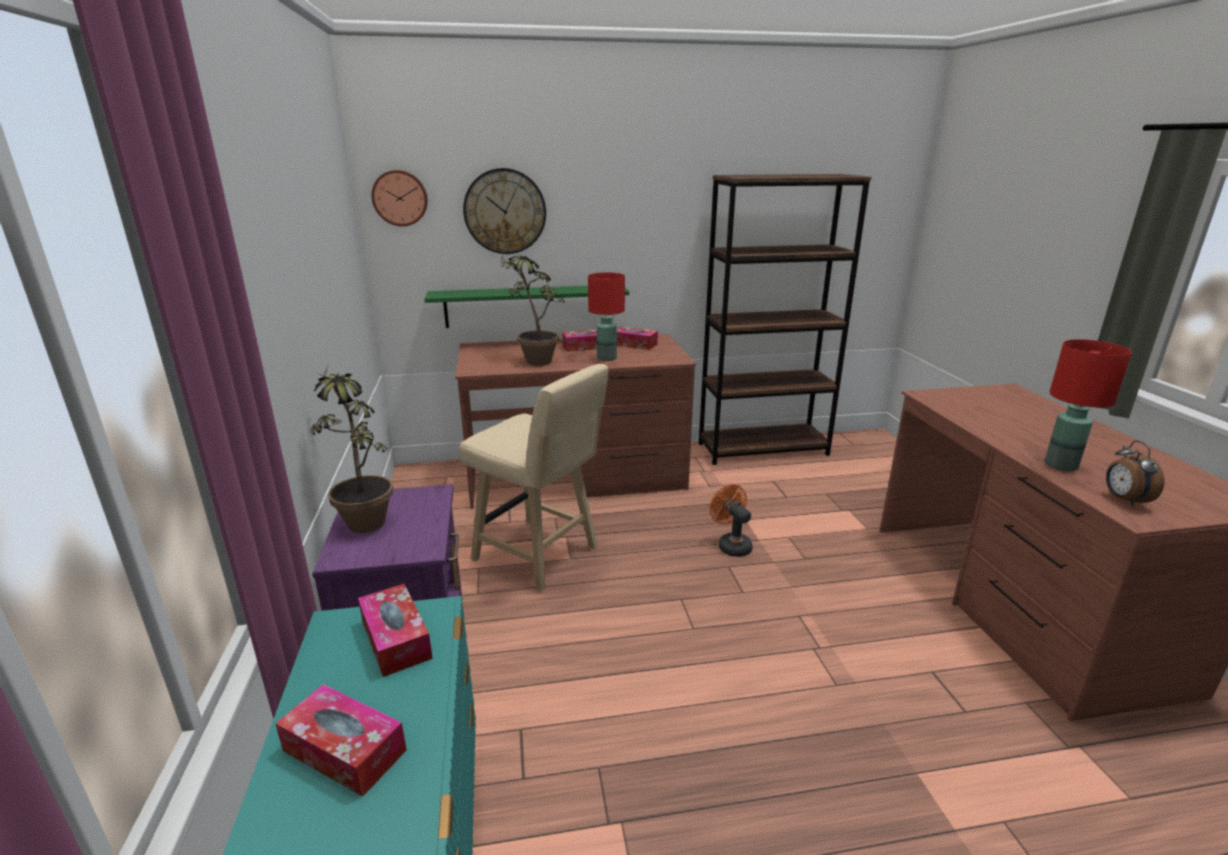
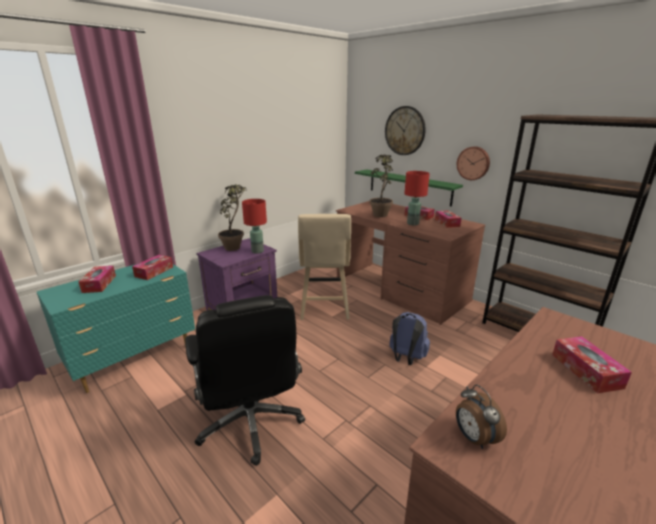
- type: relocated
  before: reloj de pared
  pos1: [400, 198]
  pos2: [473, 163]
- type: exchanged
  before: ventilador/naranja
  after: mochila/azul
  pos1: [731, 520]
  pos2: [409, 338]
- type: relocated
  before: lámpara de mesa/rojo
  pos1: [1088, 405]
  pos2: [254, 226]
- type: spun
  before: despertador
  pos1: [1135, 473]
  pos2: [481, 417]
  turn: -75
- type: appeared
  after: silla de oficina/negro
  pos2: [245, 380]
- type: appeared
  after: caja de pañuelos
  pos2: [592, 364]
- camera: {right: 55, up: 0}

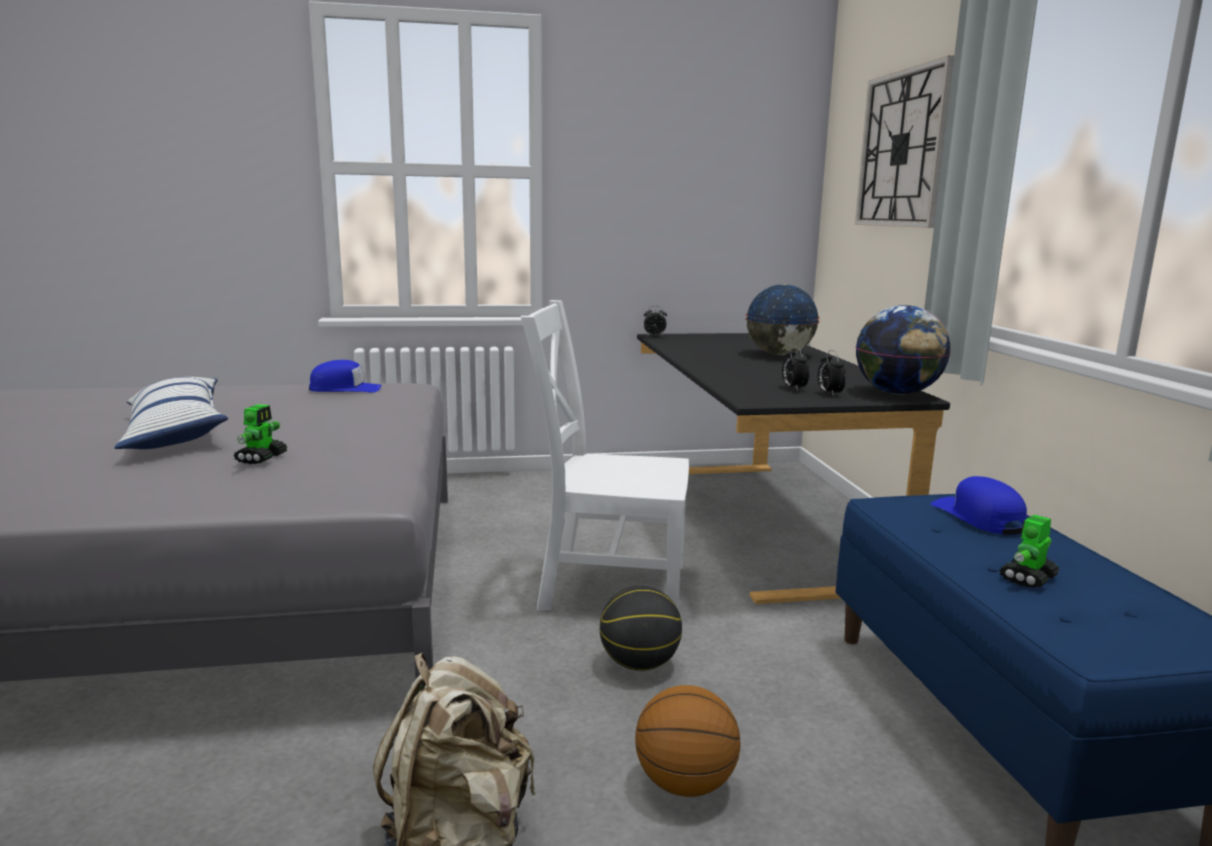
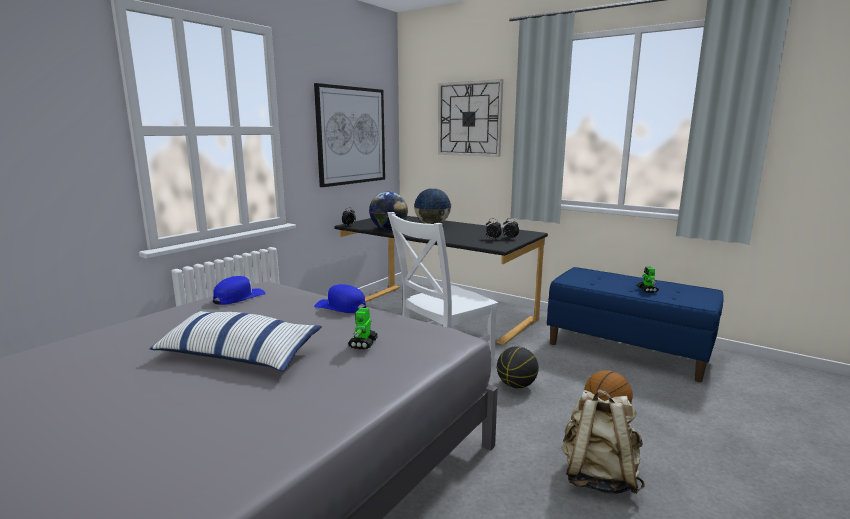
- type: spun
  before: robot de juguete
  pos1: [260, 434]
  pos2: [363, 329]
  turn: -135
- type: relocated
  before: globo terráqueo
  pos1: [903, 349]
  pos2: [388, 210]
- type: relocated
  before: gorra/azul
  pos1: [979, 505]
  pos2: [340, 298]
- type: appeared
  after: cuadro
  pos2: [349, 135]
- camera: {right: -45, up: 0}

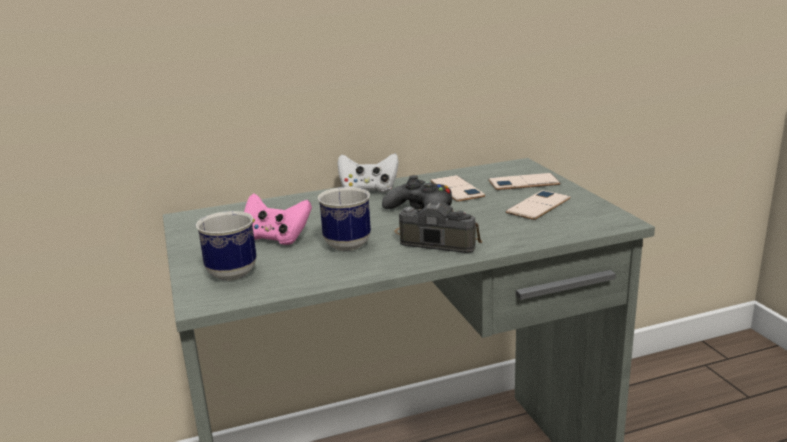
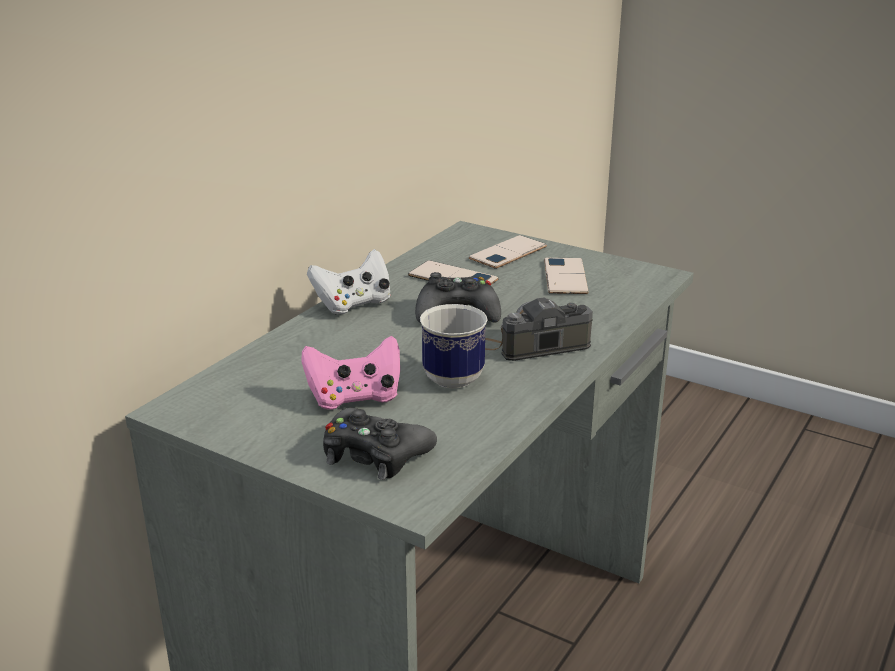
- type: exchanged
  before: taza grande
  after: mando de consola/negro
  pos1: [226, 246]
  pos2: [380, 444]
- camera: {right: -40, up: 5}

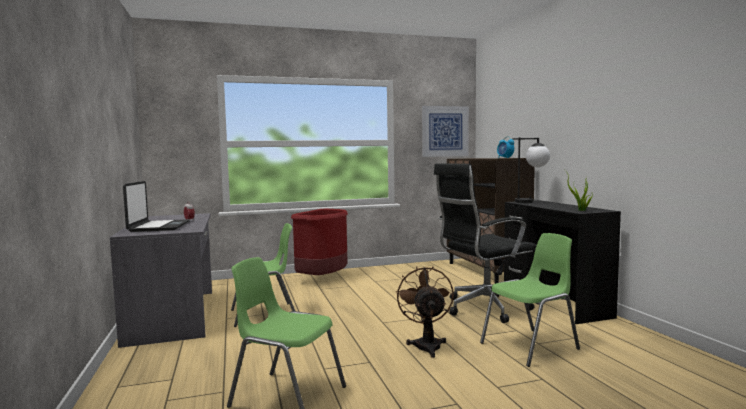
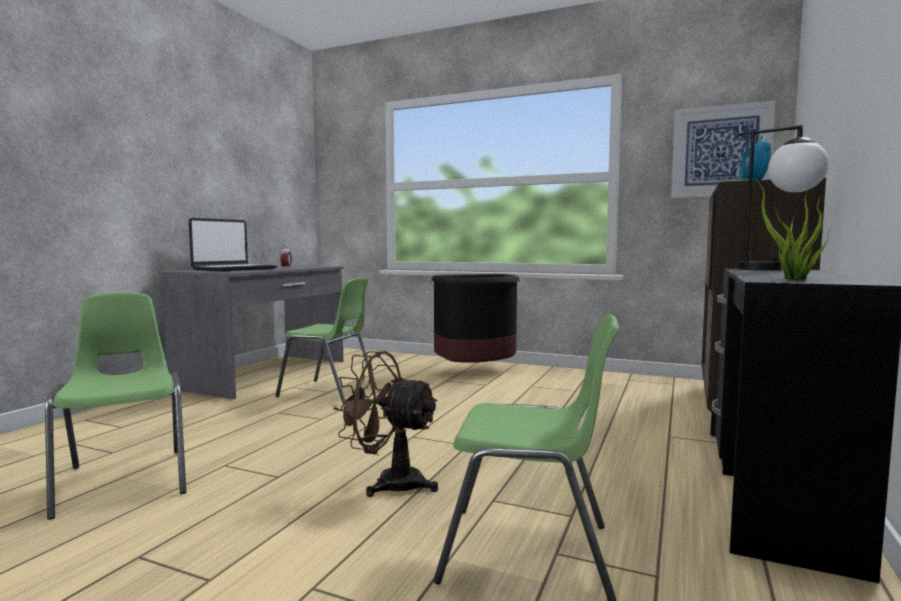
- type: colour
  before: papelera/rojo
  after: papelera/negro
  pos1: [319, 241]
  pos2: [475, 318]
- type: spun
  before: ventilador/marrón
  pos1: [425, 312]
  pos2: [385, 424]
  turn: -105
- type: missing
  before: silla de oficina/negro
  pos1: [485, 243]
- camera: {right: 40, up: 0}

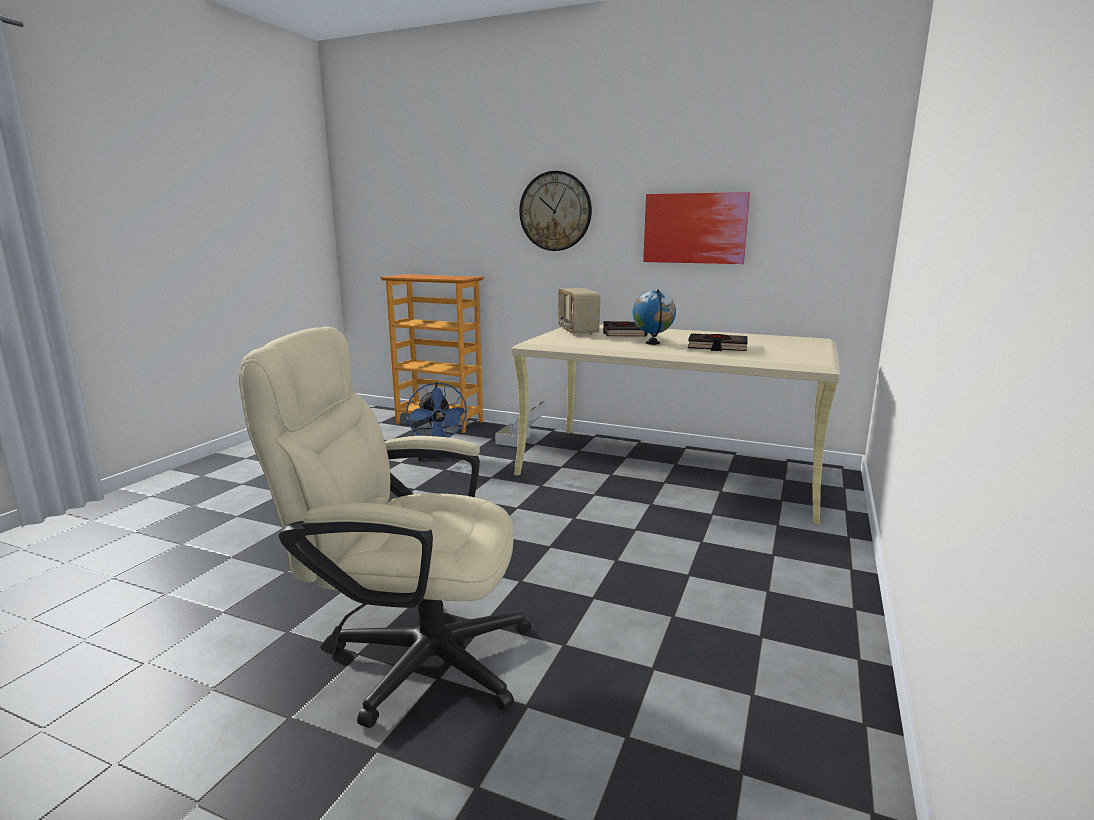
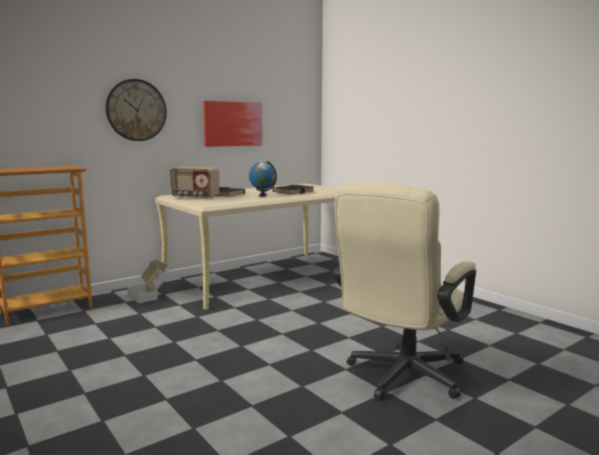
- type: missing
  before: ventilador/azul
  pos1: [437, 422]
- camera: {right: -60, up: -5}

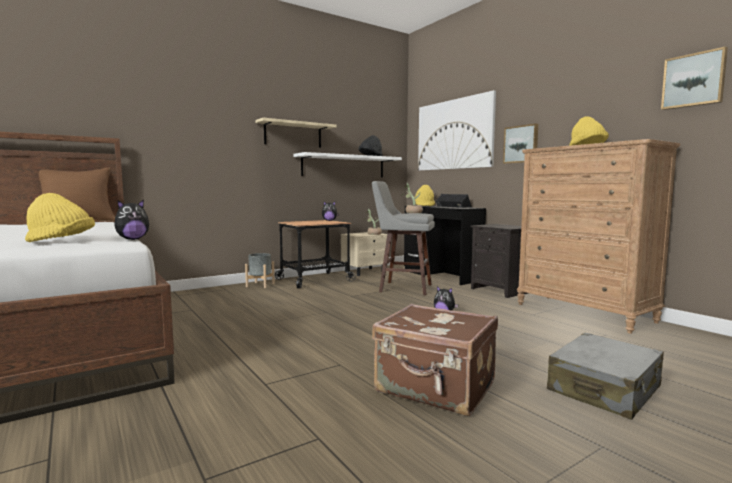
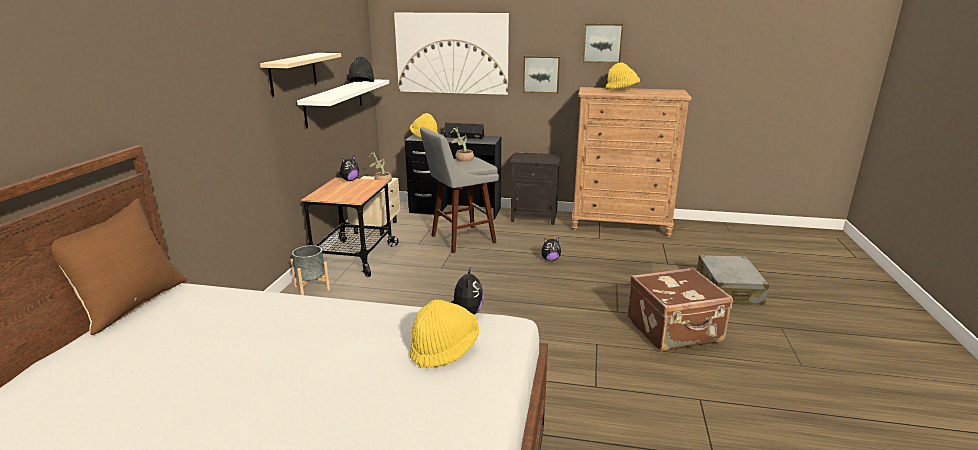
- type: relocated
  before: cuadro
  pos1: [694, 78]
  pos2: [603, 43]
- camera: {right: -45, up: 15}

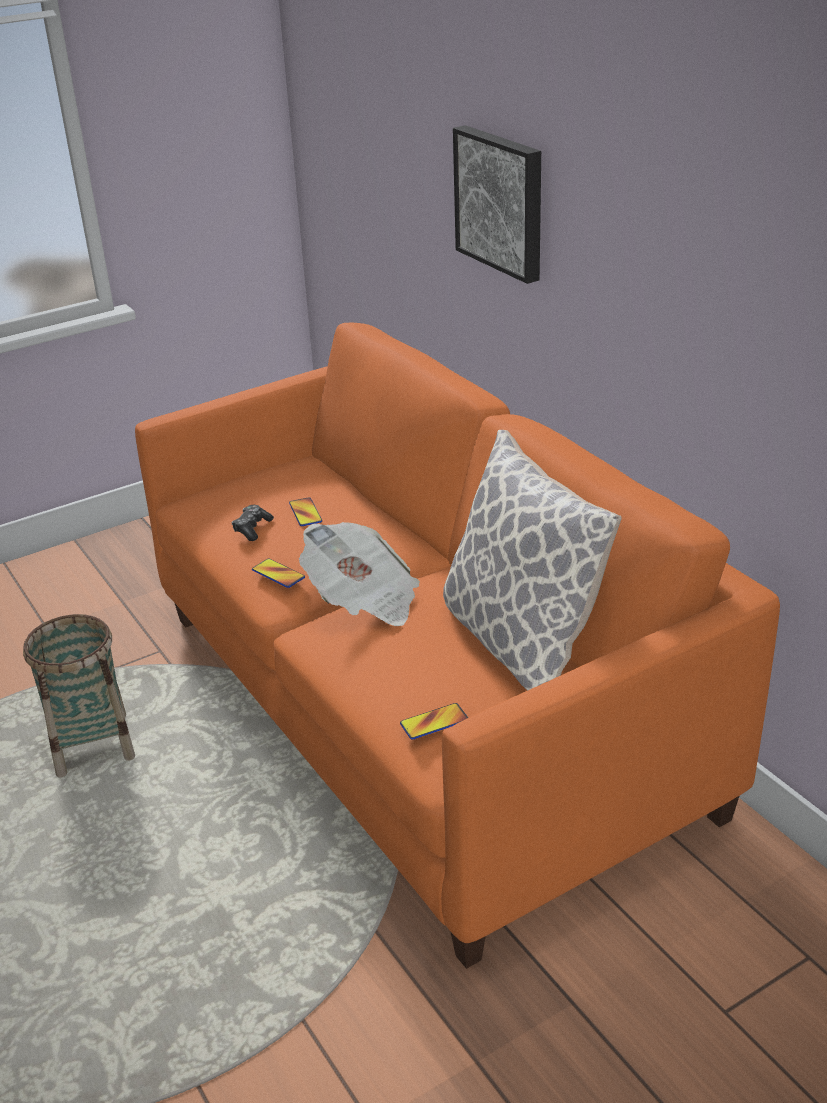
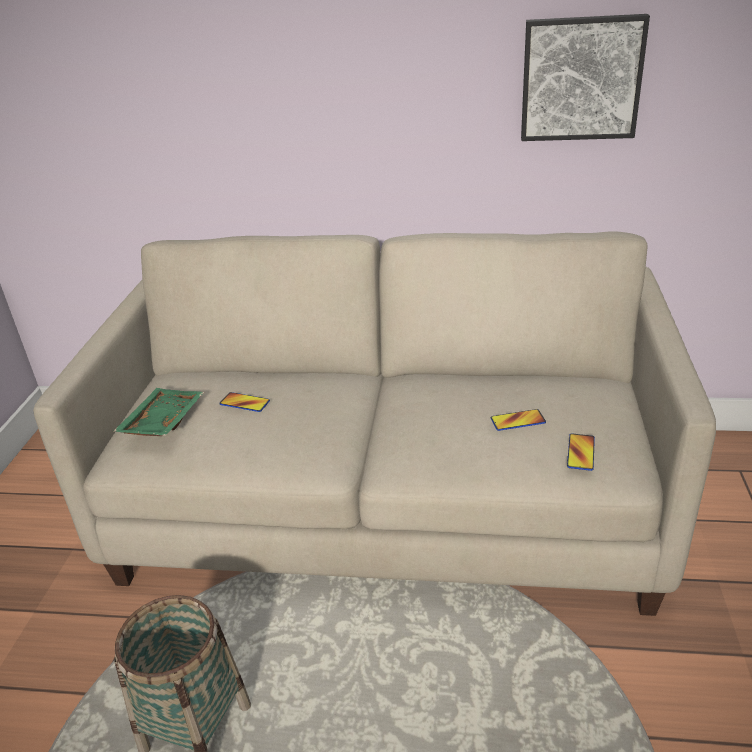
- type: colour
  before: sofá/naranja
  after: sofá/beis
  pos1: [457, 646]
  pos2: [374, 423]
- type: missing
  before: mando de consola
  pos1: [253, 523]
- type: relocated
  before: móvil
  pos1: [278, 573]
  pos2: [518, 420]
- type: missing
  before: periódico
  pos1: [359, 574]
- type: missing
  before: cojín
  pos1: [532, 560]
- type: relocated
  before: cuadro
  pos1: [497, 204]
  pos2: [585, 77]
- type: appeared
  after: bandeja/verde
  pos2: [158, 412]
- camera: {right: -50, up: 0}

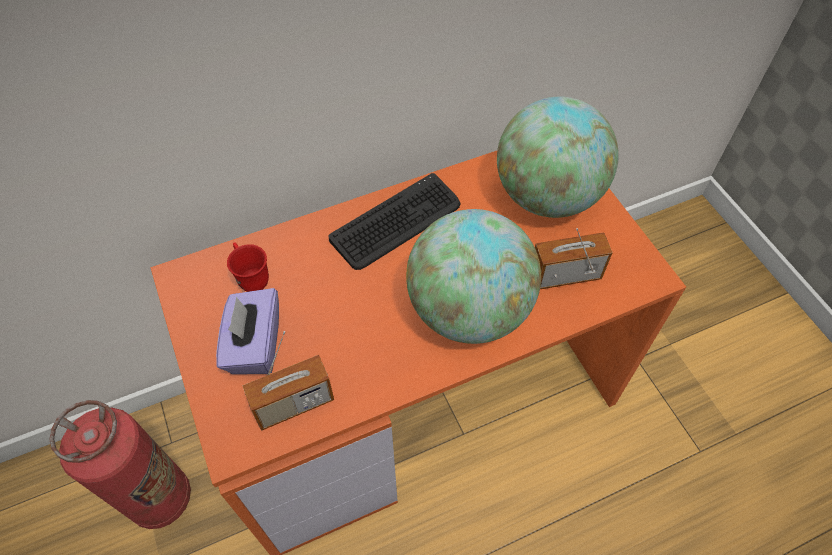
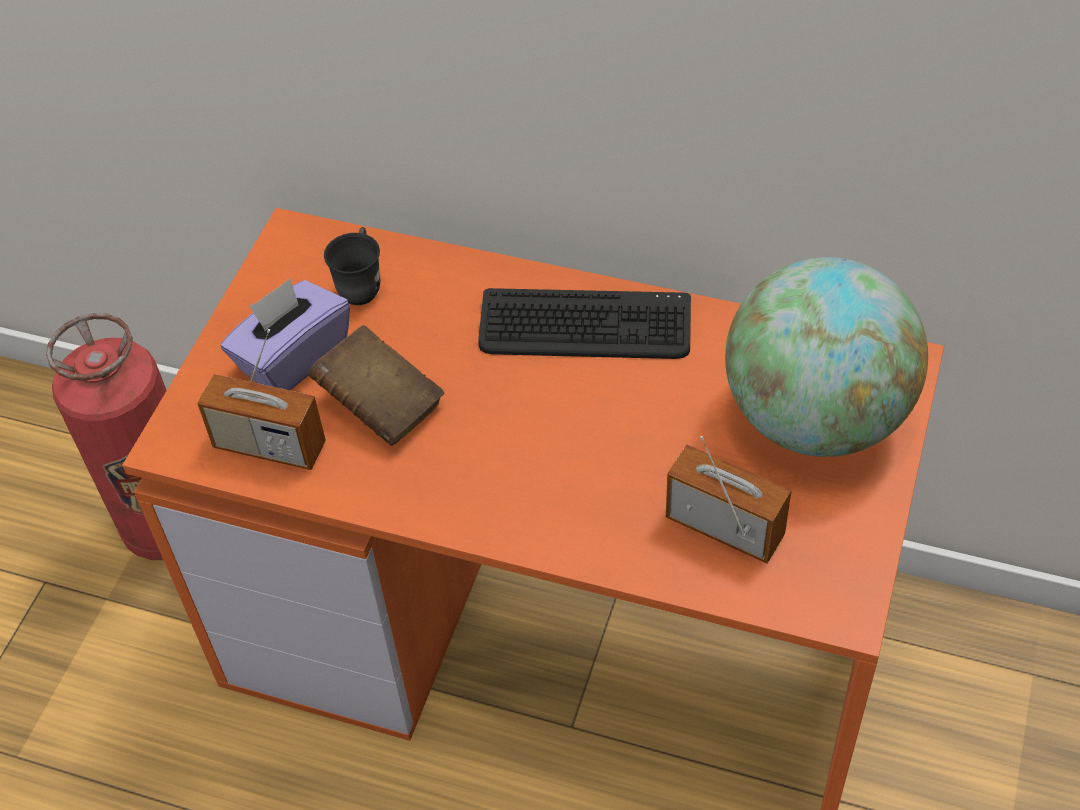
- type: colour
  before: taza grande/rojo
  after: taza grande/gris
  pos1: [248, 267]
  pos2: [352, 266]
- type: missing
  before: globo terráqueo
  pos1: [473, 276]
- type: appeared
  after: libro/marrón
  pos2: [376, 385]
- camera: {right: 45, up: -5}

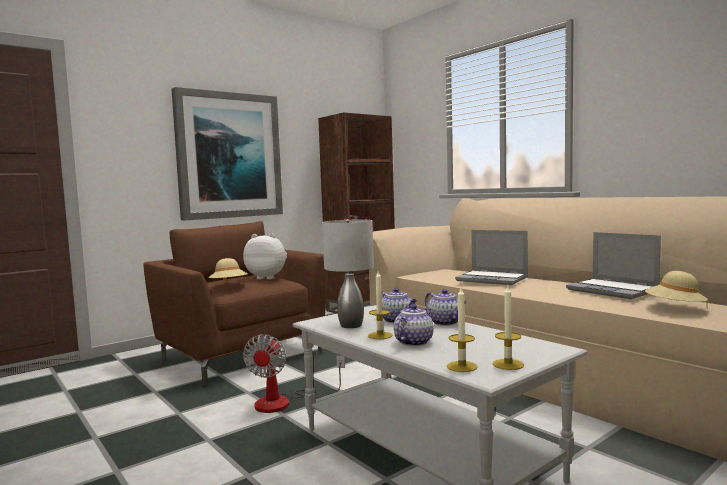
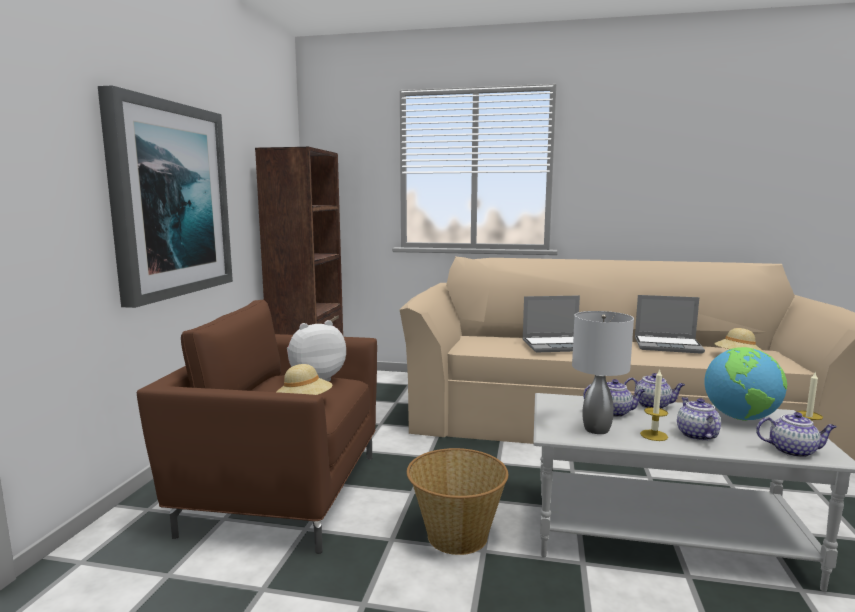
- type: exchanged
  before: ventilador
  after: cesta
  pos1: [294, 373]
  pos2: [457, 501]
- type: exchanged
  before: vela
  after: tetera
  pos1: [462, 330]
  pos2: [796, 435]
- type: appeared
  after: globo terráqueo
  pos2: [745, 384]
- camera: {right: -40, up: 5}

